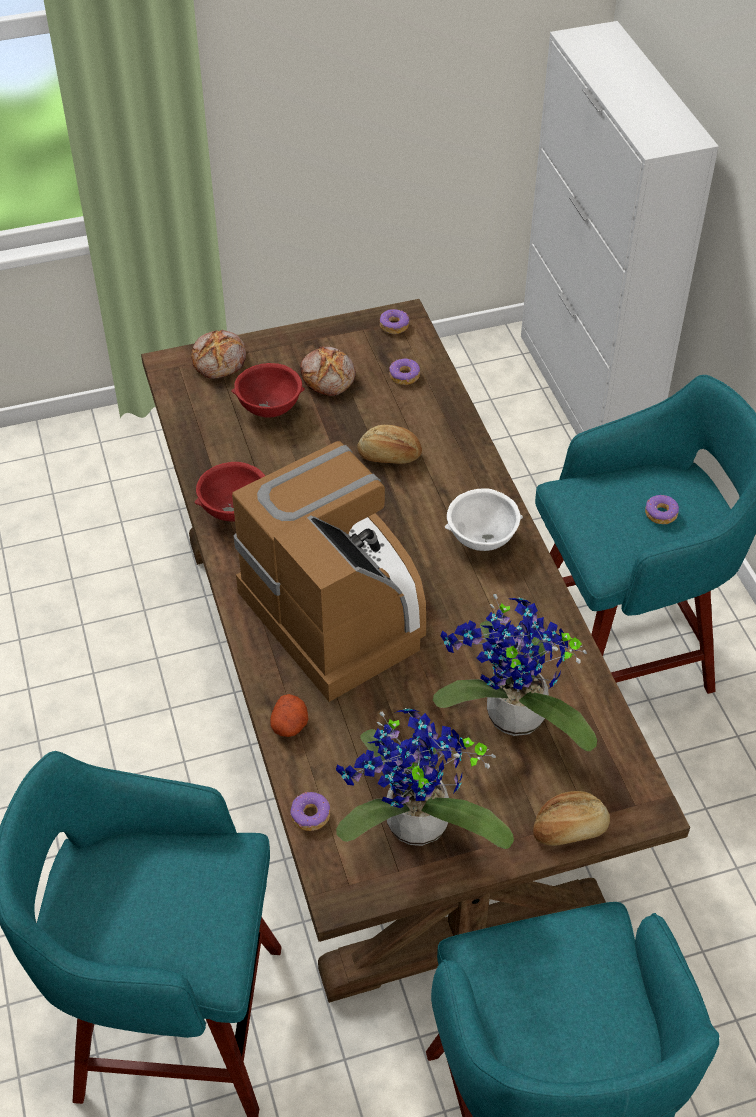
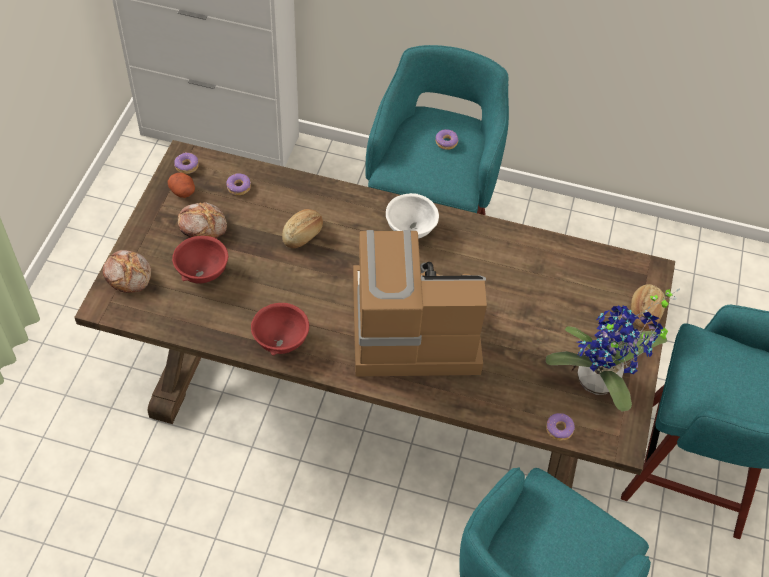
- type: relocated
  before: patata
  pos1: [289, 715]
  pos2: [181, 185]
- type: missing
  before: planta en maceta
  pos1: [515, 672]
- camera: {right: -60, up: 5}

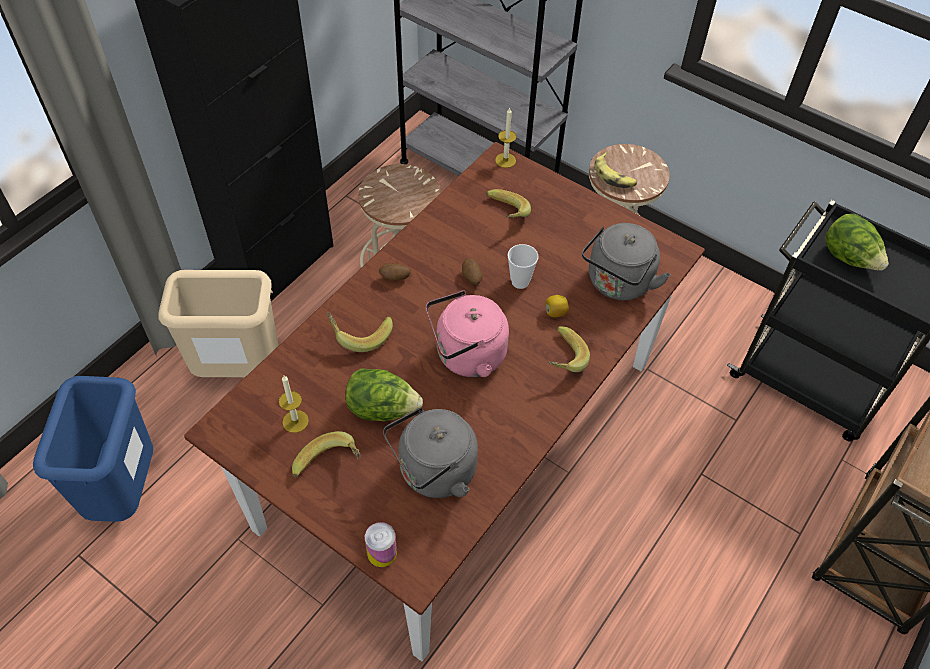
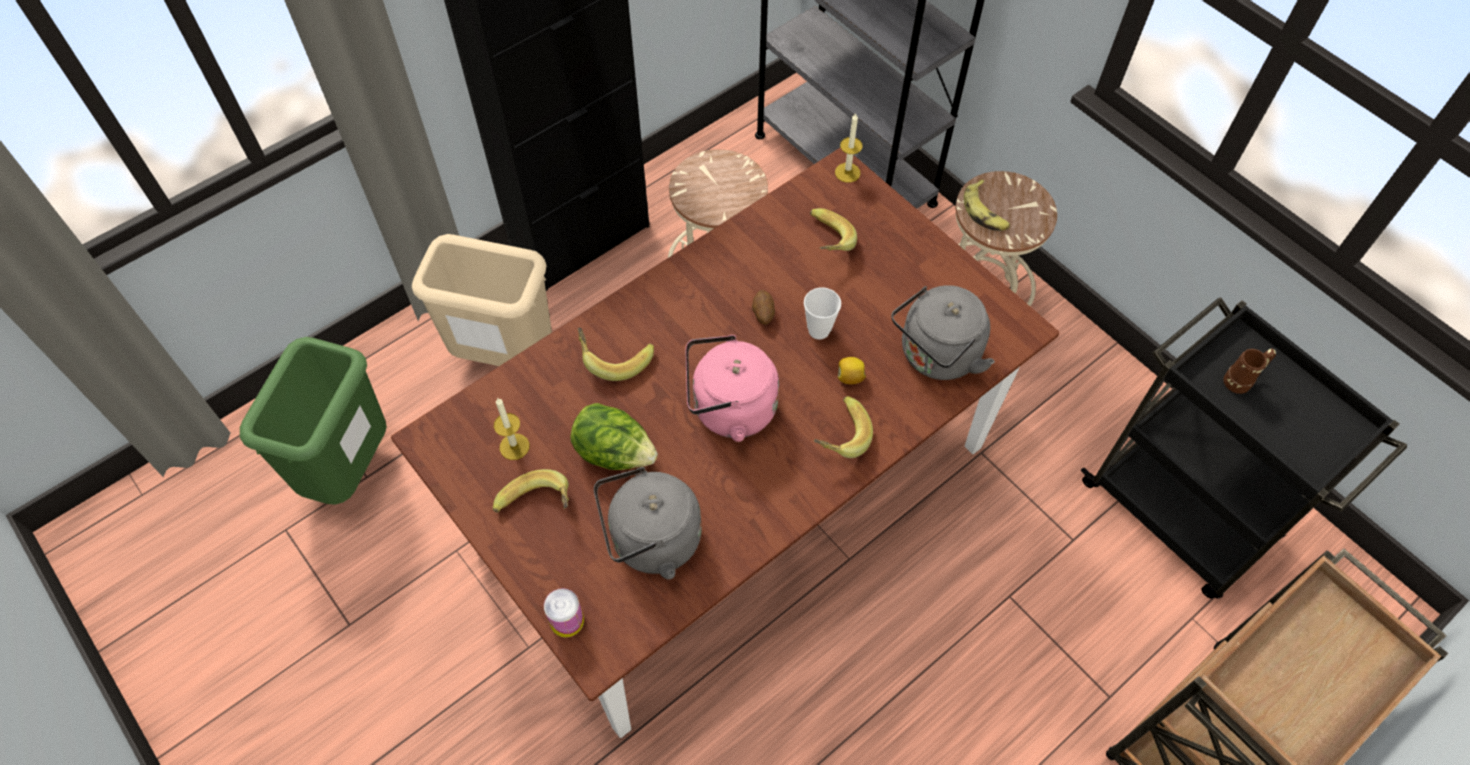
- type: colour
  before: papelera/azul
  after: papelera/verde
  pos1: [93, 449]
  pos2: [313, 421]
- type: missing
  before: patata
  pos1: [394, 272]
- type: exchanged
  before: lechuga
  after: taza grande/marrón
  pos1: [857, 242]
  pos2: [1249, 371]
- camera: {right: 15, up: 5}

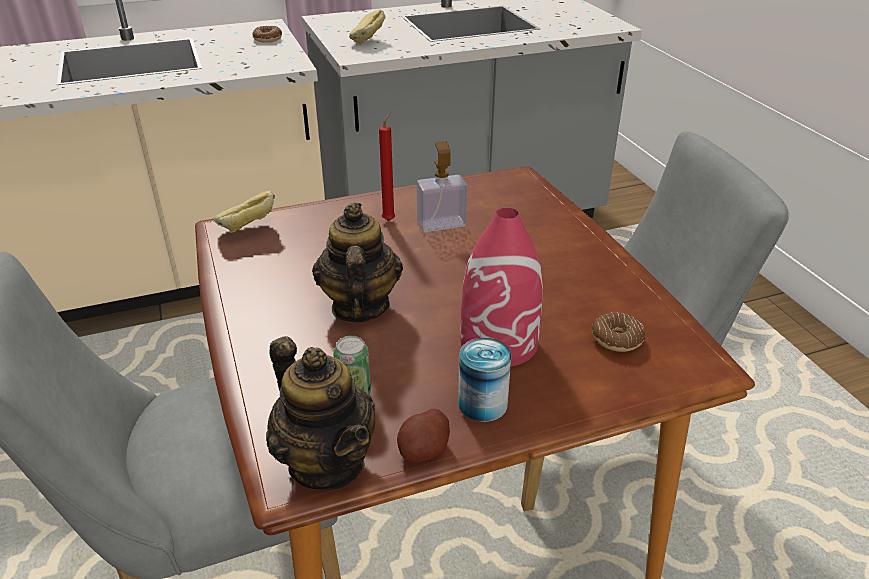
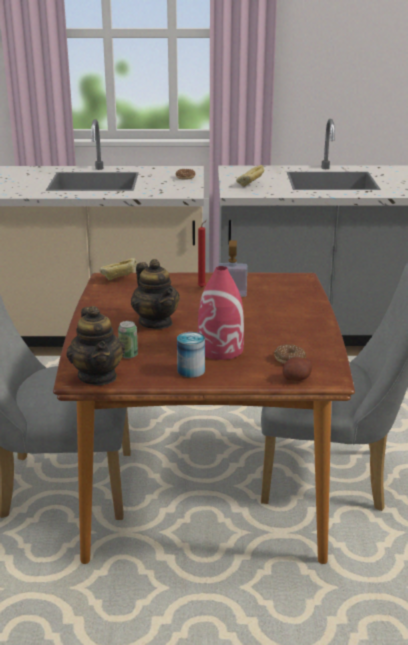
- type: spun
  before: tetera
  pos1: [357, 263]
  pos2: [155, 294]
  turn: 135
- type: relocated
  before: patata
  pos1: [423, 435]
  pos2: [297, 369]
- camera: {right: 20, up: -10}

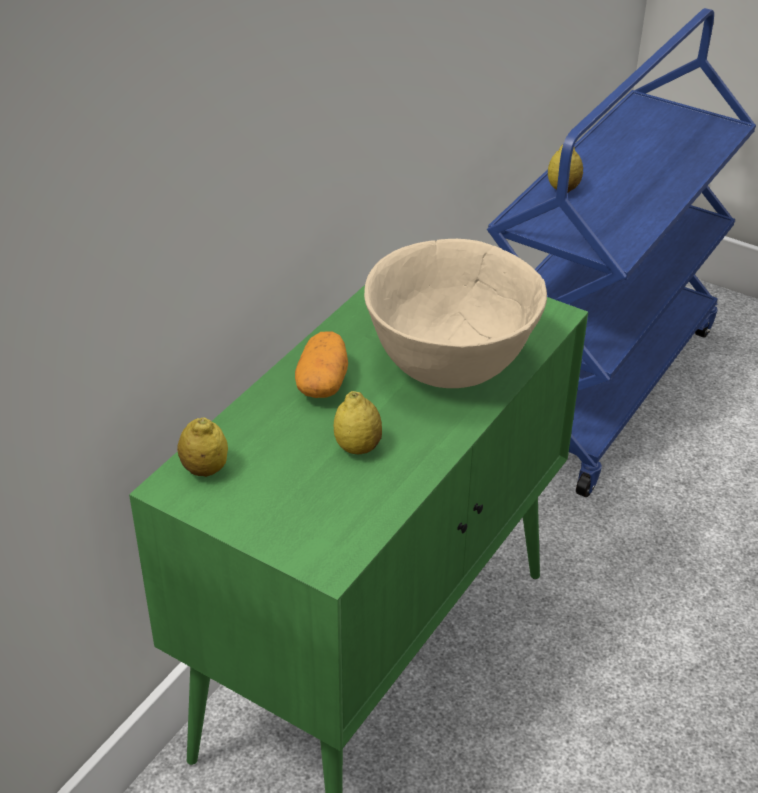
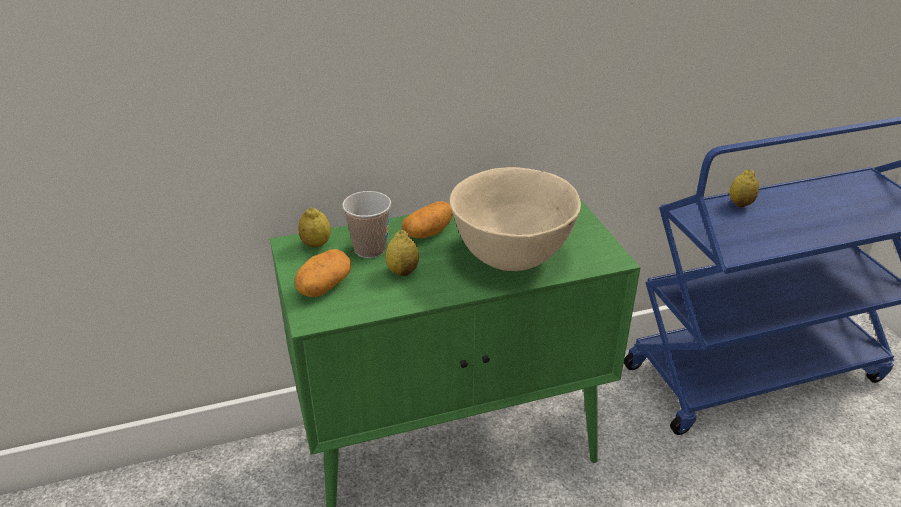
- type: appeared
  after: patata
  pos2: [323, 273]
- type: appeared
  after: taza
  pos2: [366, 224]
- camera: {right: 40, up: -5}

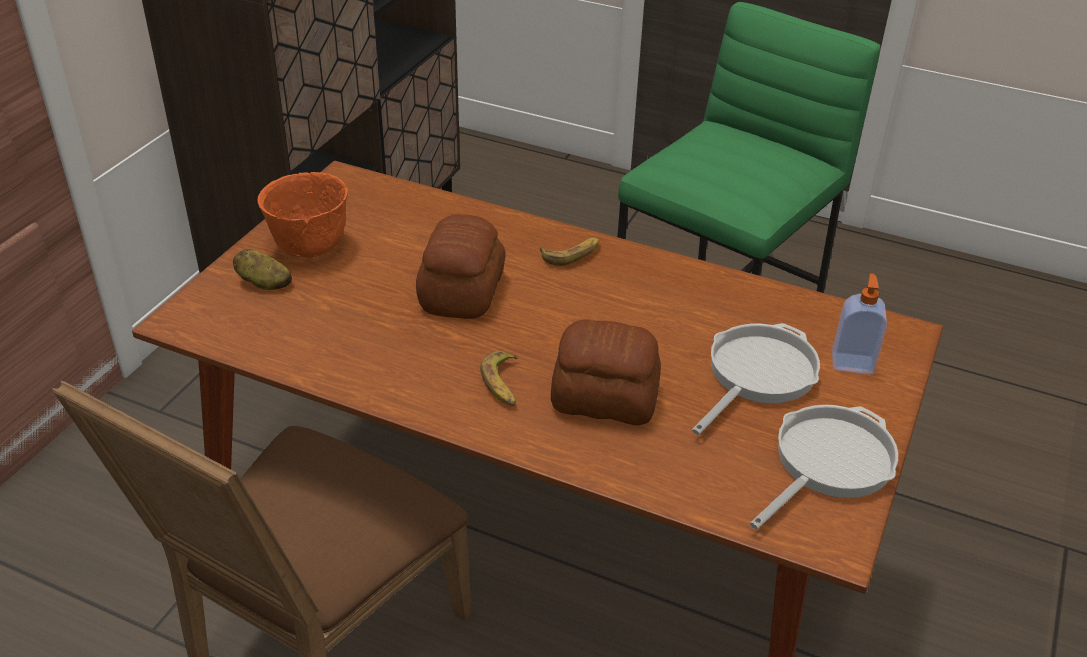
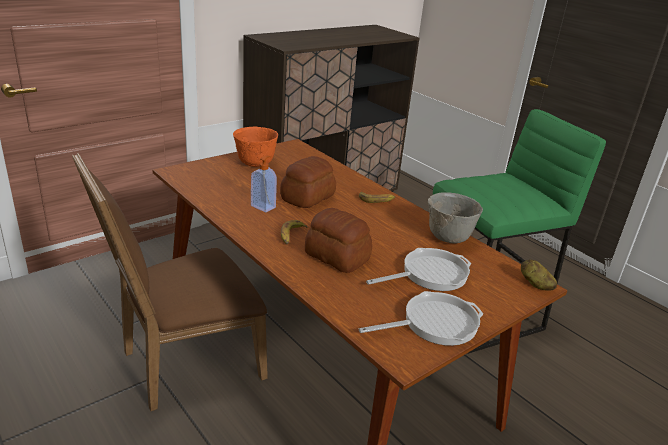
- type: relocated
  before: patata
  pos1: [262, 269]
  pos2: [539, 275]
- type: relocated
  before: dispensador de jabón
  pos1: [859, 323]
  pos2: [264, 184]
- type: appeared
  after: cuenco/gris
  pos2: [455, 217]
- camera: {right: 25, up: -10}

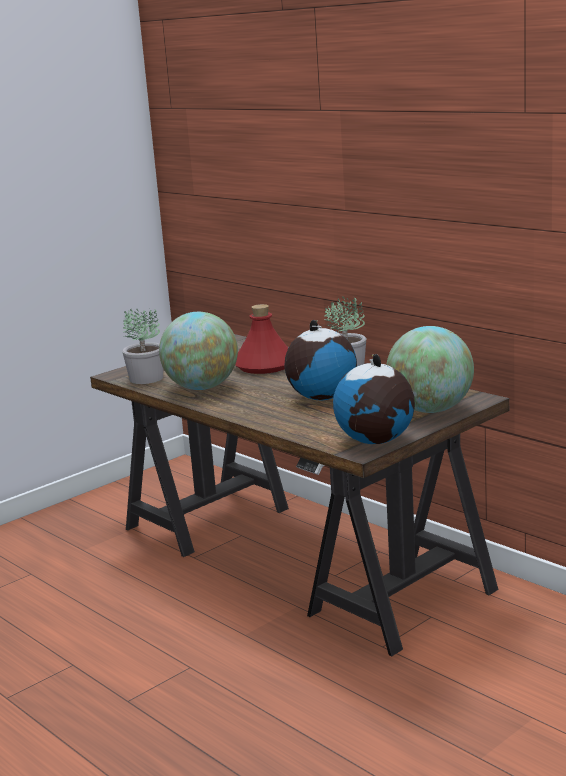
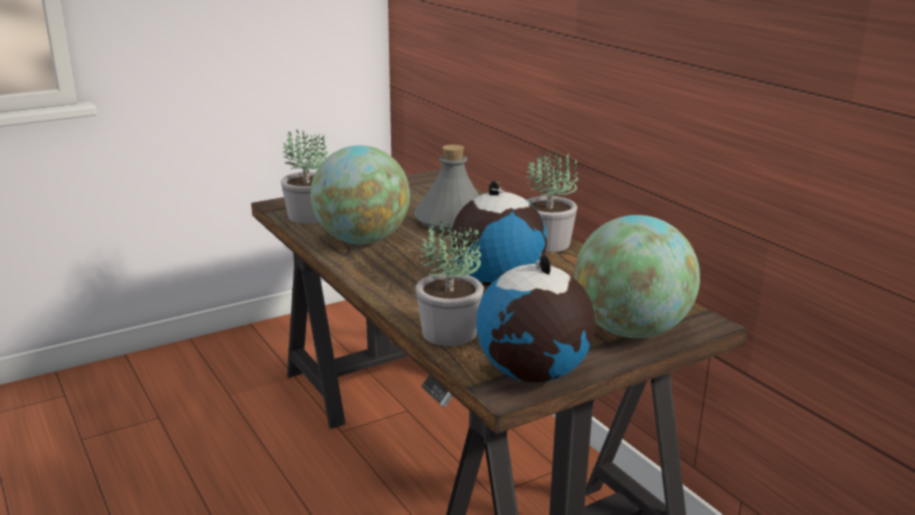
- type: colour
  before: botella/rojo
  after: botella/gris
  pos1: [261, 339]
  pos2: [447, 188]
- type: appeared
  after: planta en maceta
  pos2: [449, 283]
- camera: {right: 10, up: 5}

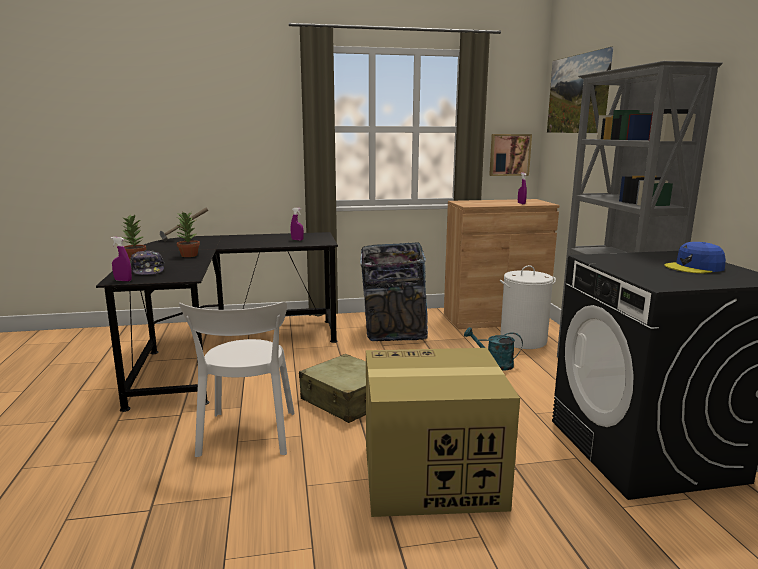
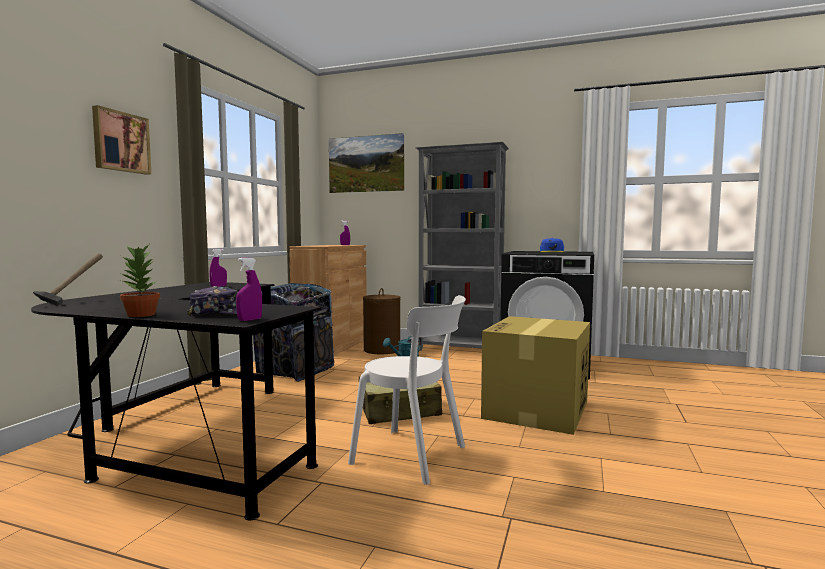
- type: missing
  before: planta en maceta
  pos1: [188, 234]
- type: relocated
  before: cuadro
  pos1: [510, 155]
  pos2: [121, 140]
- type: colour
  before: cesto de la ropa/blanco
  after: cesto de la ropa/marrón
  pos1: [528, 307]
  pos2: [382, 321]
- camera: {right: -60, up: -10}

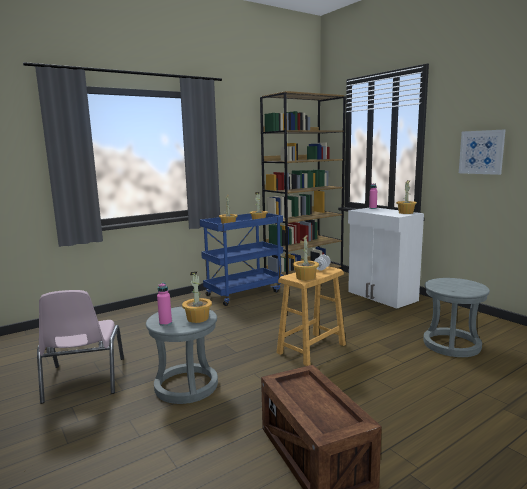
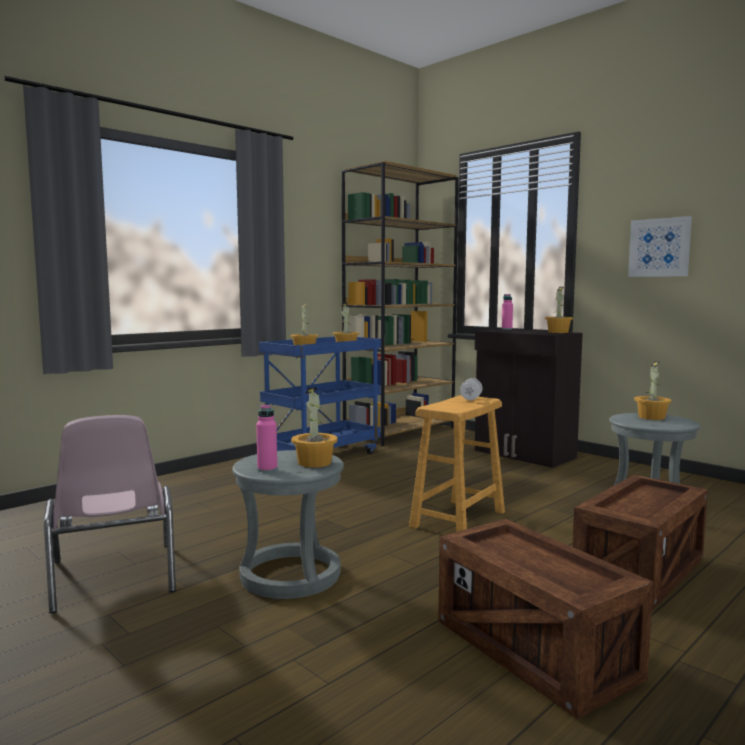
- type: relocated
  before: planta en maceta
  pos1: [306, 258]
  pos2: [653, 390]
- type: colour
  before: armario/blanco
  after: armario/negro
  pos1: [386, 258]
  pos2: [529, 398]
- type: appeared
  after: caja de embalaje
  pos2: [640, 542]
- camera: {right: -10, up: -5}

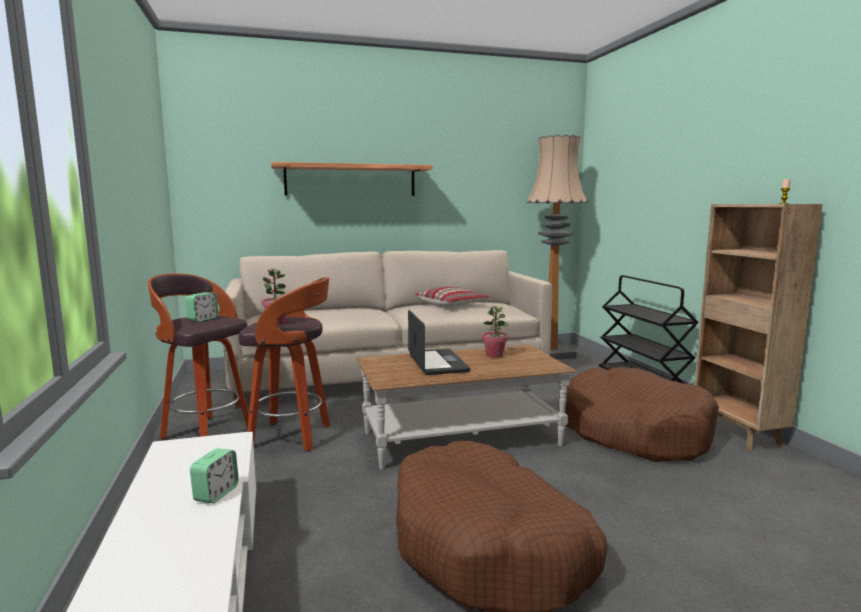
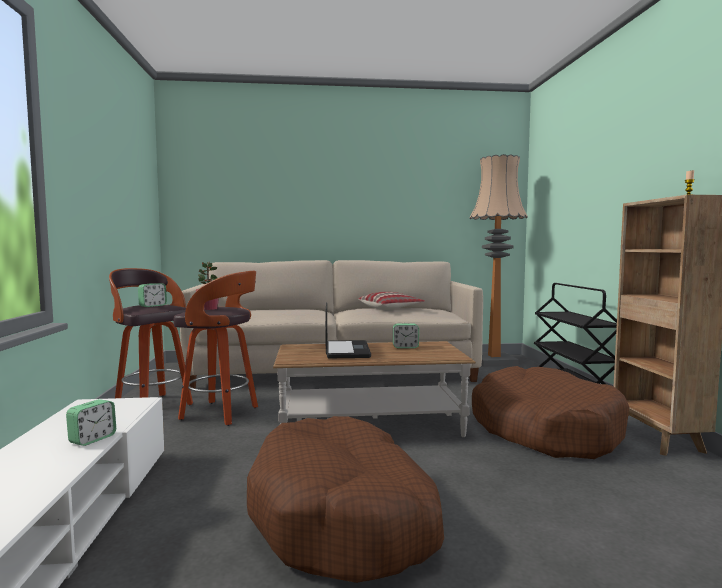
- type: missing
  before: estante
  pos1: [352, 179]
- type: exchanged
  before: planta en maceta
  after: despertador
  pos1: [495, 332]
  pos2: [406, 335]
- camera: {right: 10, up: -5}

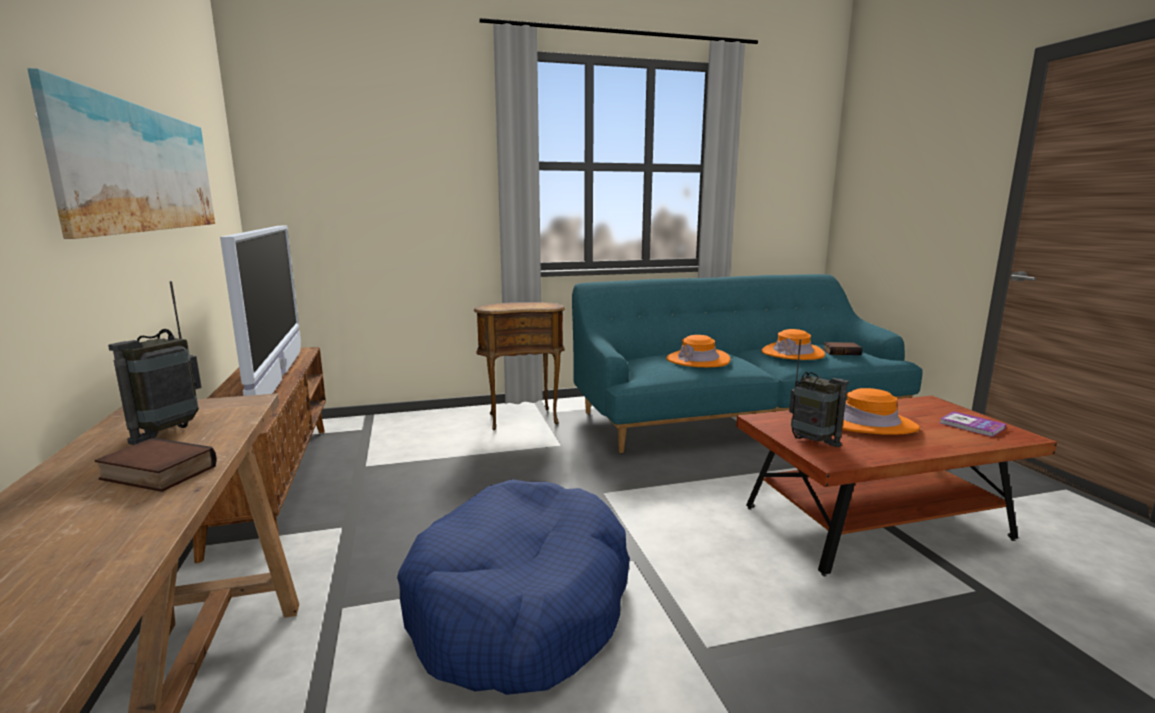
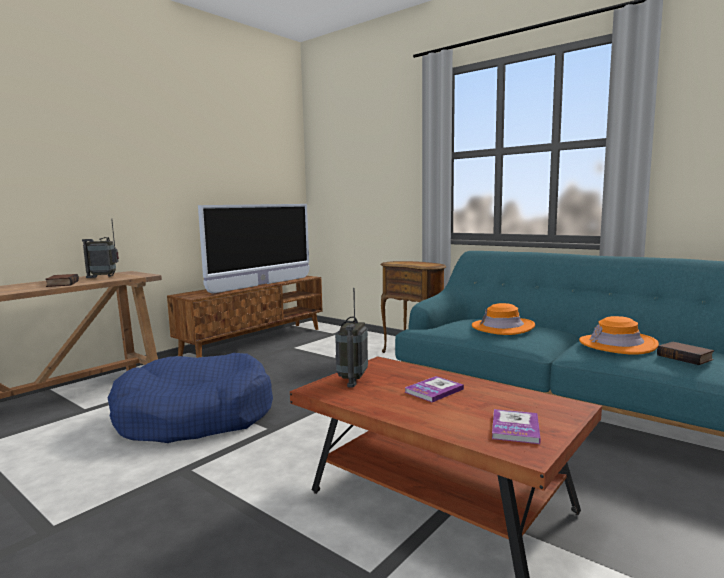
- type: missing
  before: cuadro
  pos1: [121, 153]
- type: exchanged
  before: sombrero/naranja
  after: libro
  pos1: [881, 411]
  pos2: [434, 389]
- camera: {right: 55, up: -5}

